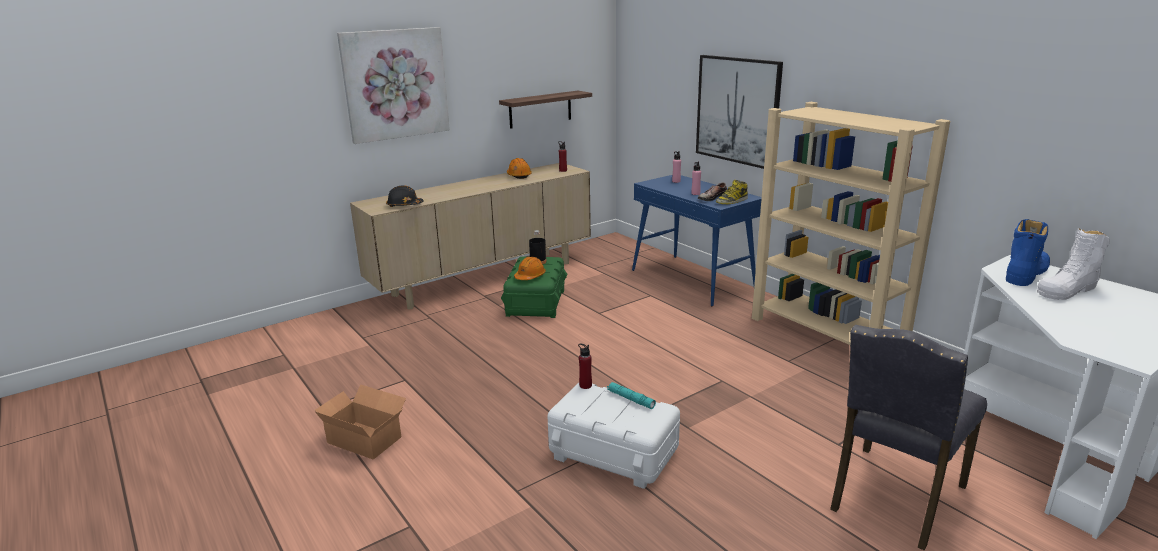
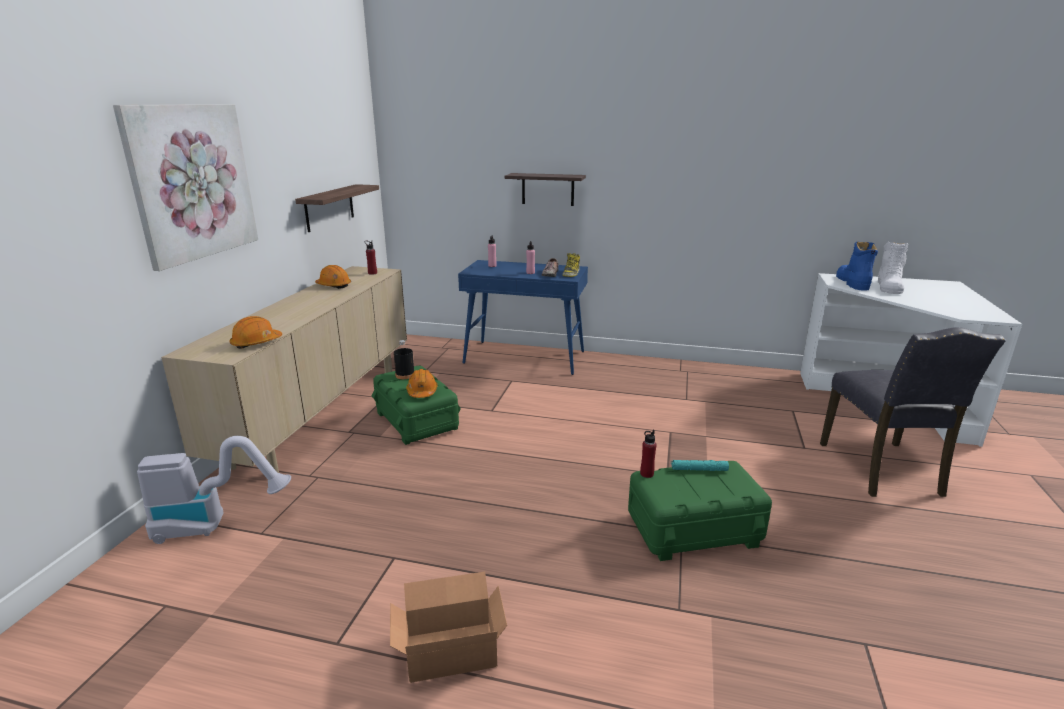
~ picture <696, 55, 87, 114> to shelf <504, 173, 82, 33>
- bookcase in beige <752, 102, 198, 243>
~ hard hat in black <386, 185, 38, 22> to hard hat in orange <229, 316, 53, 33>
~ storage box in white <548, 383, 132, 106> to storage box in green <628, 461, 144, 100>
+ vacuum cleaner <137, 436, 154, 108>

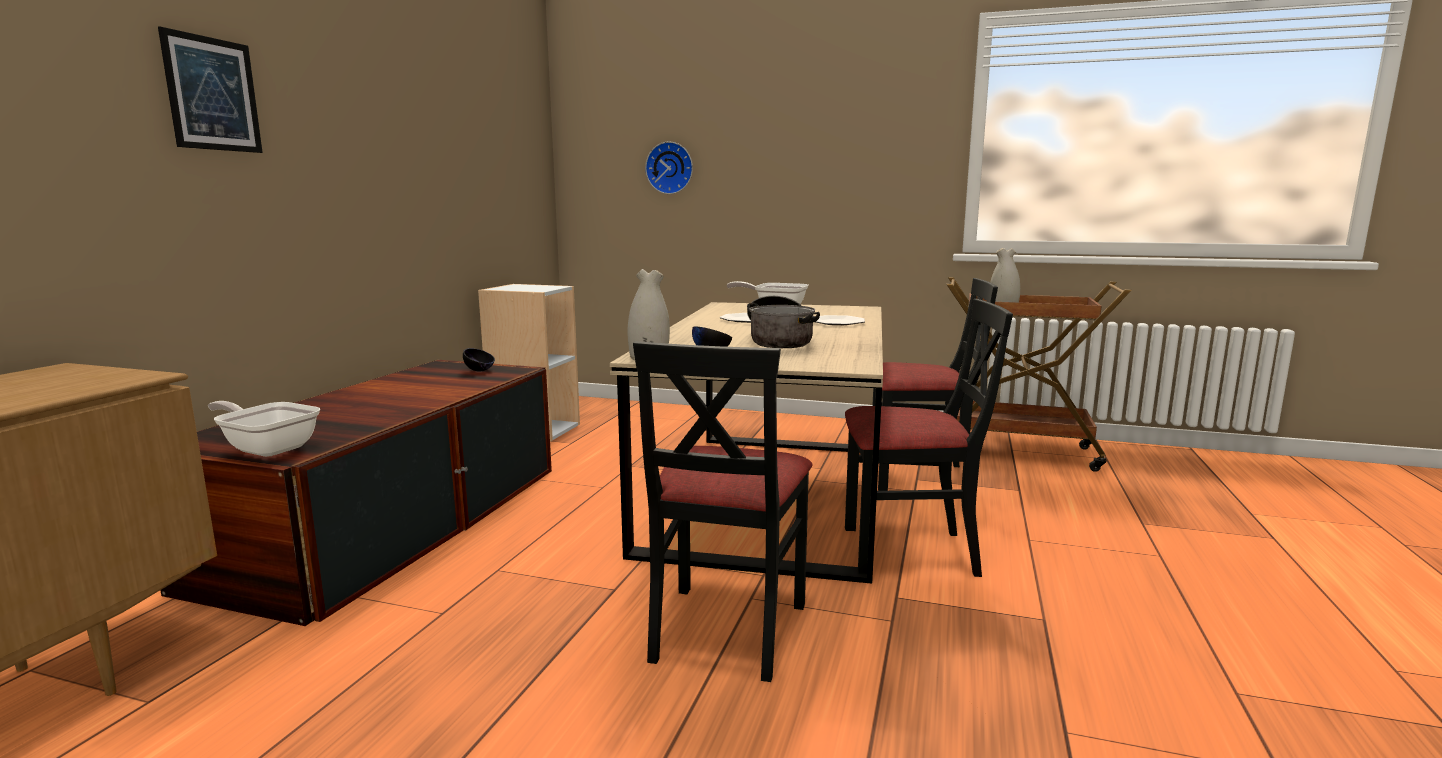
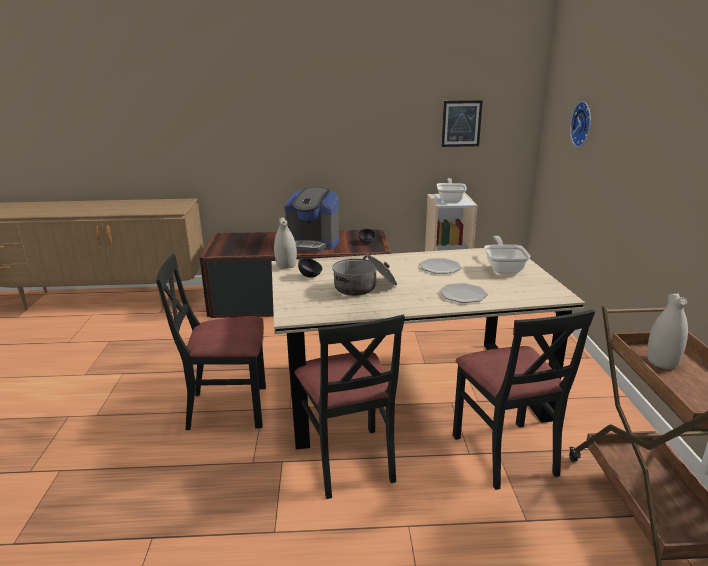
~ picture <158, 26, 105, 127> to <442, 100, 41, 47>
~ frying pan <208, 401, 112, 56> to <437, 178, 30, 24>
+ coffee machine <284, 187, 55, 65>

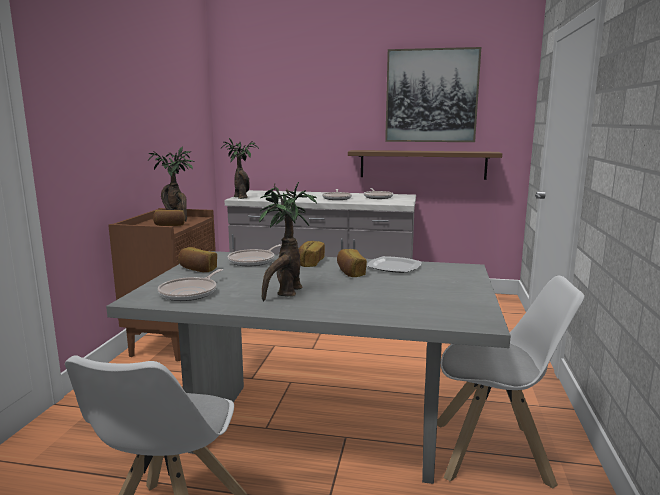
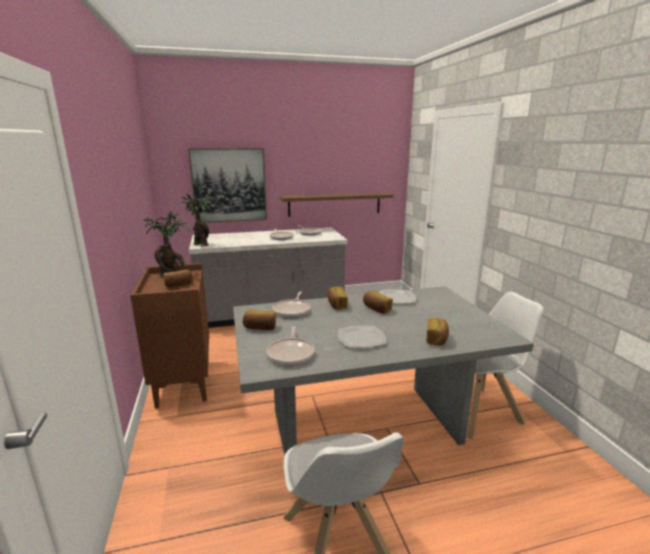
~ picture <385, 47, 96, 95> to <188, 148, 79, 75>
~ potted plant <259, 182, 58, 119> to plate <338, 325, 49, 23>
+ bread <426, 318, 23, 28>

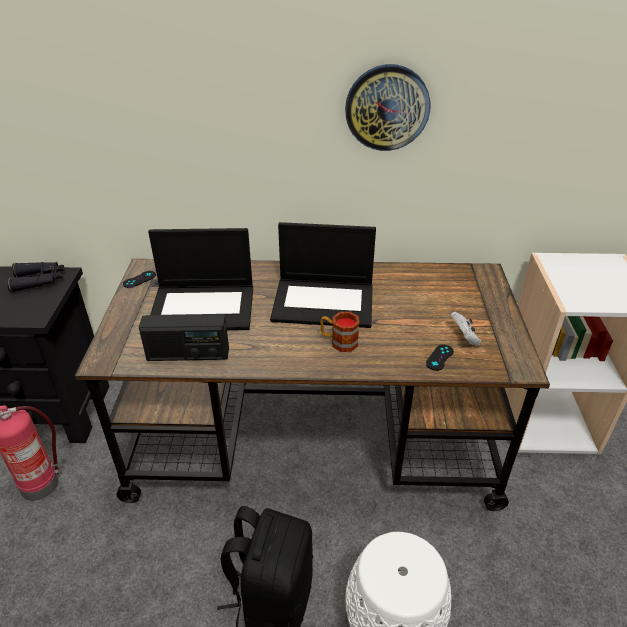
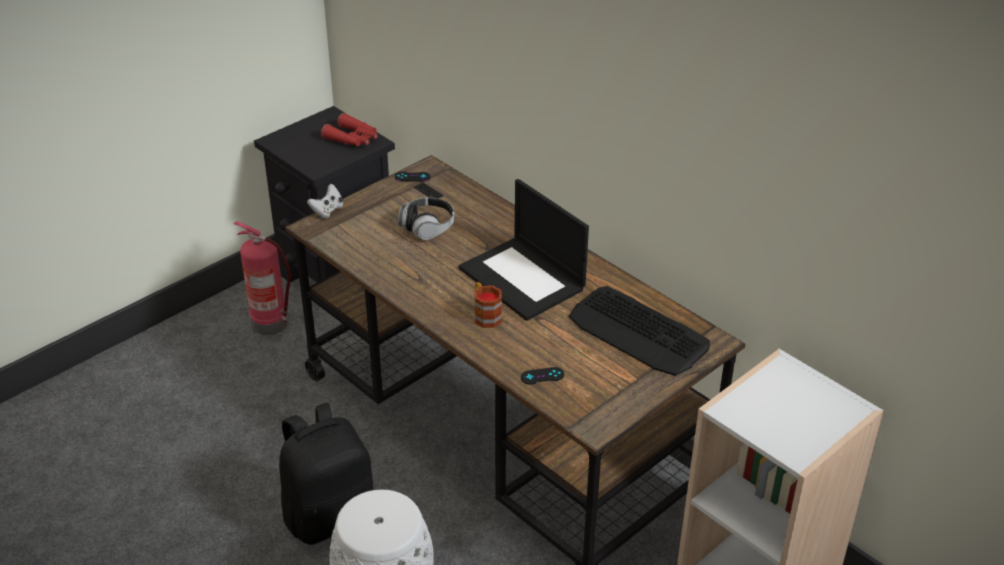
- wall clock <345, 64, 85, 87>
~ laptop <148, 228, 105, 102> to headphones <398, 197, 56, 43>
~ binoculars in black <7, 262, 58, 30> to binoculars in red <321, 113, 57, 33>
~ game controller in white <451, 312, 30, 34> to <307, 184, 36, 34>
- radio <139, 314, 90, 47>
+ keyboard <569, 286, 141, 90>

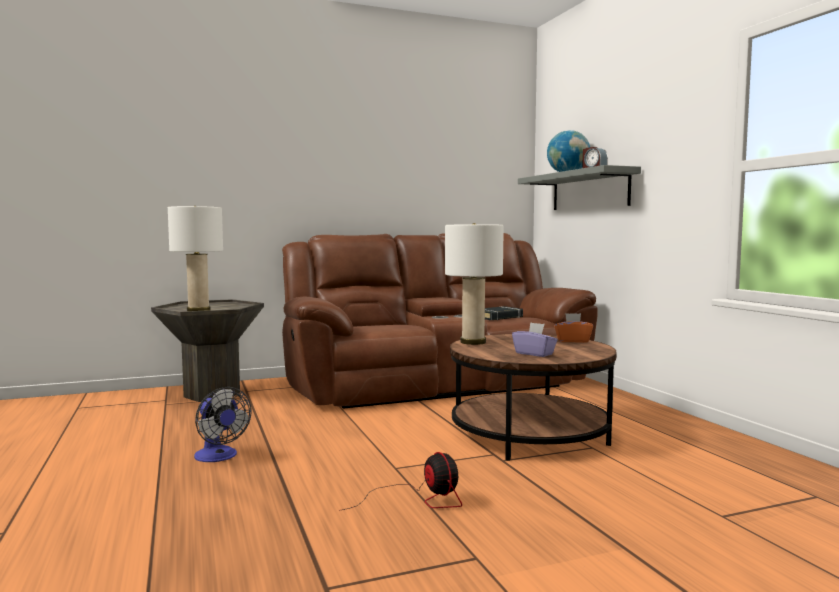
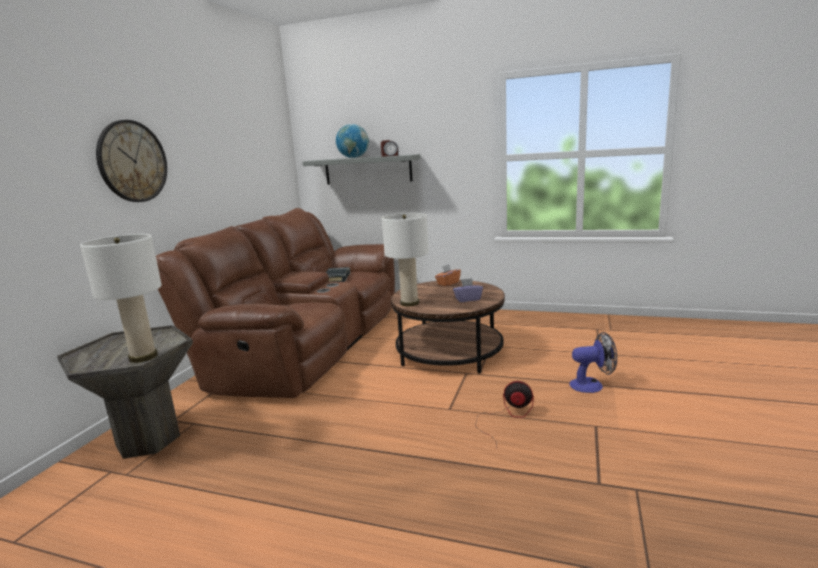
~ fan <194, 387, 58, 75> to <570, 332, 47, 61>
+ wall clock <96, 120, 71, 82>

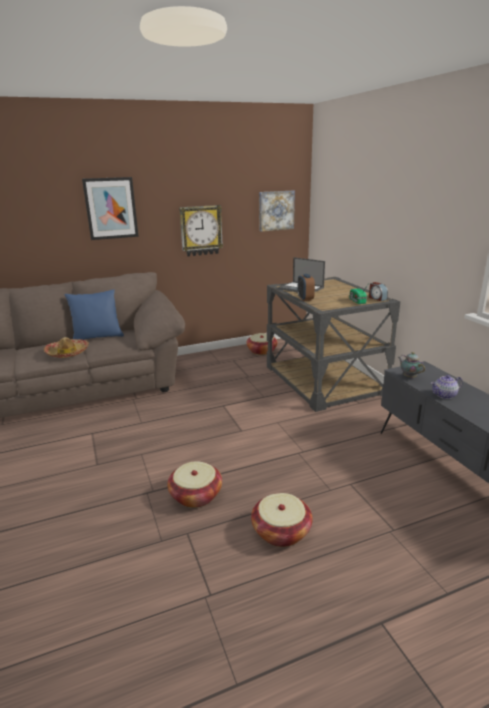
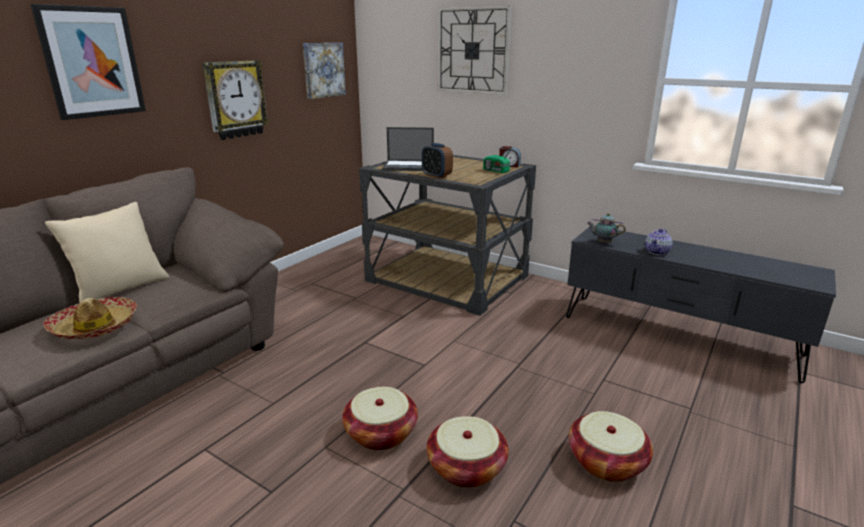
~ pillow in blue <65, 289, 59, 51> to pillow in beige <45, 202, 125, 101>
~ basket <246, 333, 32, 22> to <342, 387, 76, 63>
+ wall clock <437, 5, 75, 90>

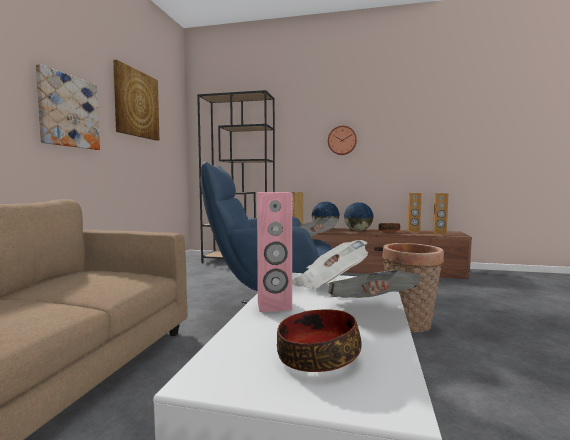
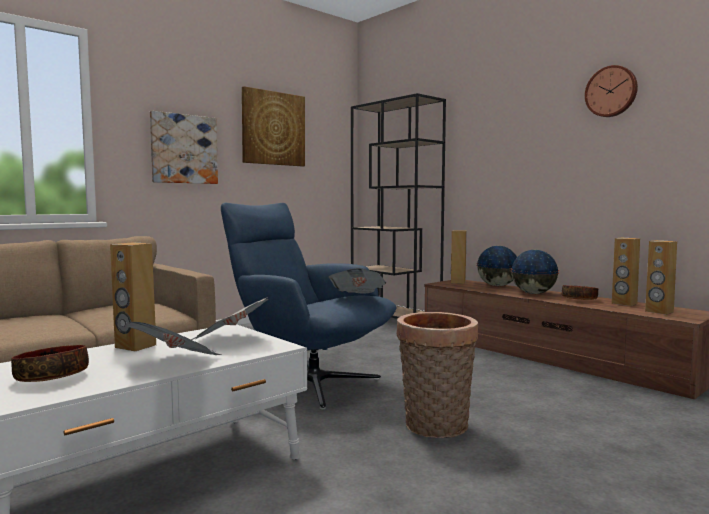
~ wall clock <328, 126, 29, 29> to <585, 65, 53, 52>
~ speaker in pink <257, 192, 35, 120> to speaker in brown <110, 242, 46, 109>

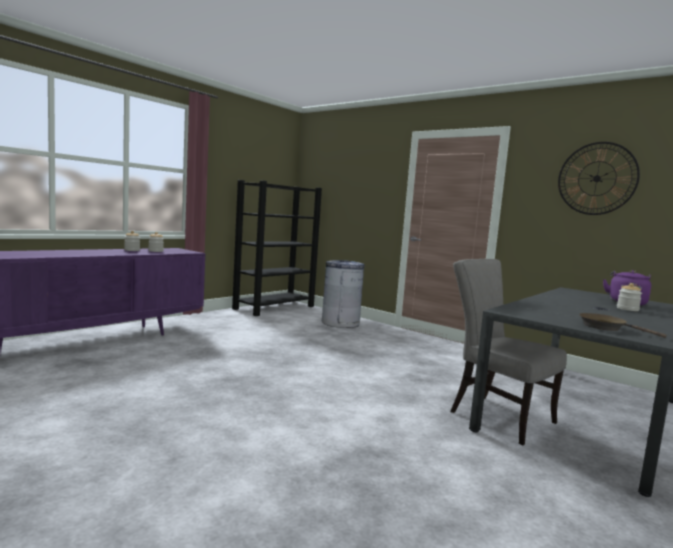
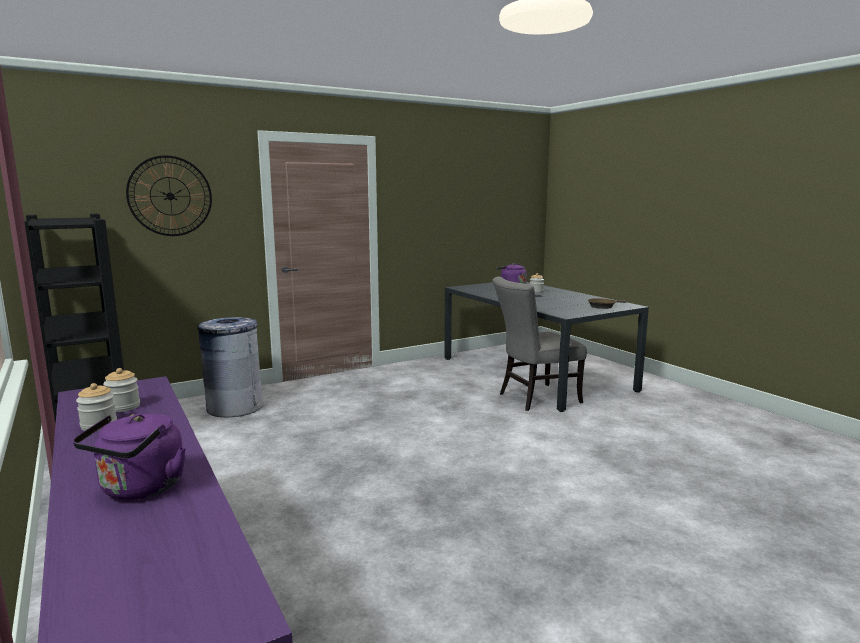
~ wall clock <558, 142, 82, 73> to <126, 155, 86, 81>
+ kettle in purple <73, 414, 113, 86>

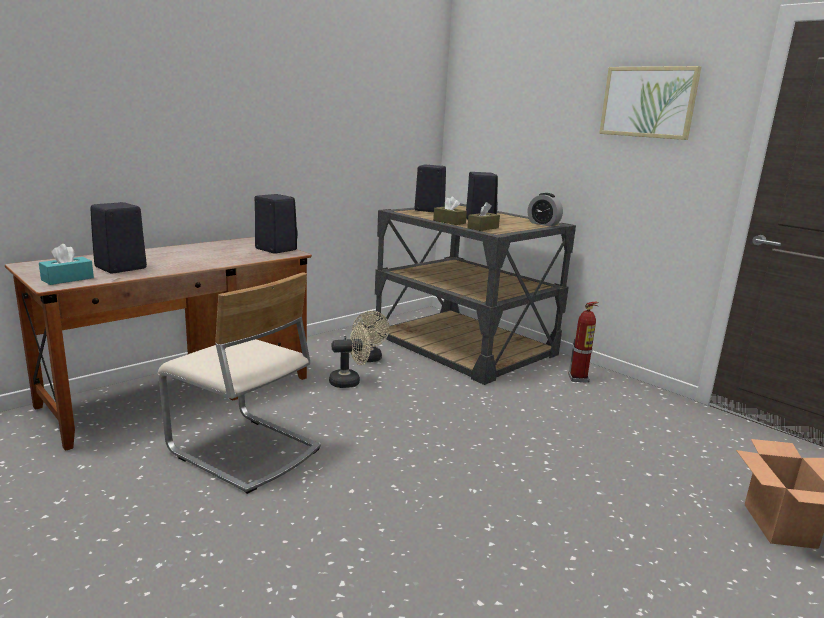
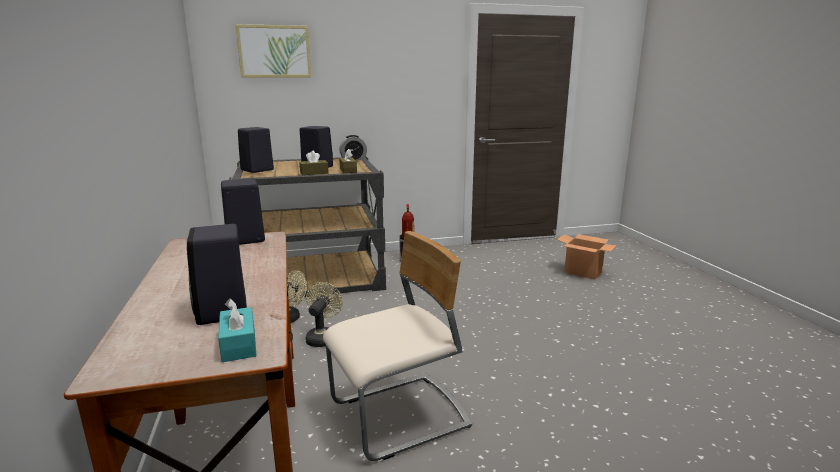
~ picture <599, 66, 103, 74> to <236, 24, 75, 54>

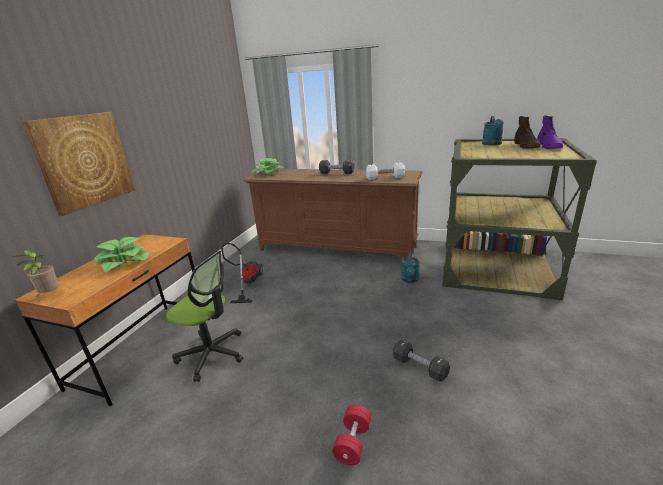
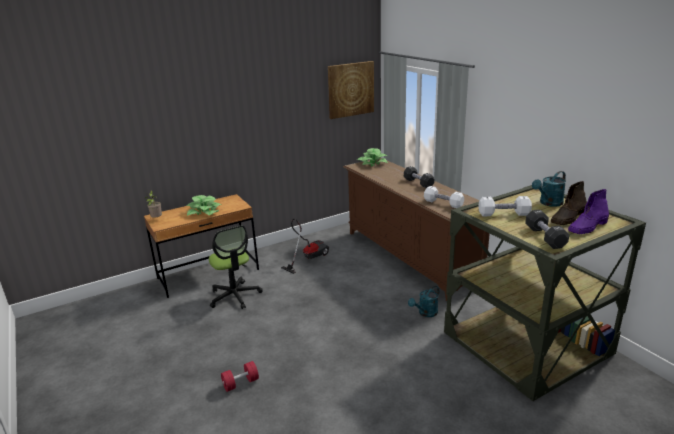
~ picture <22, 112, 113, 104> to <328, 61, 46, 58>
~ dumbbell in black <393, 339, 57, 43> to <525, 210, 45, 39>
+ dumbbell in white <478, 196, 54, 20>

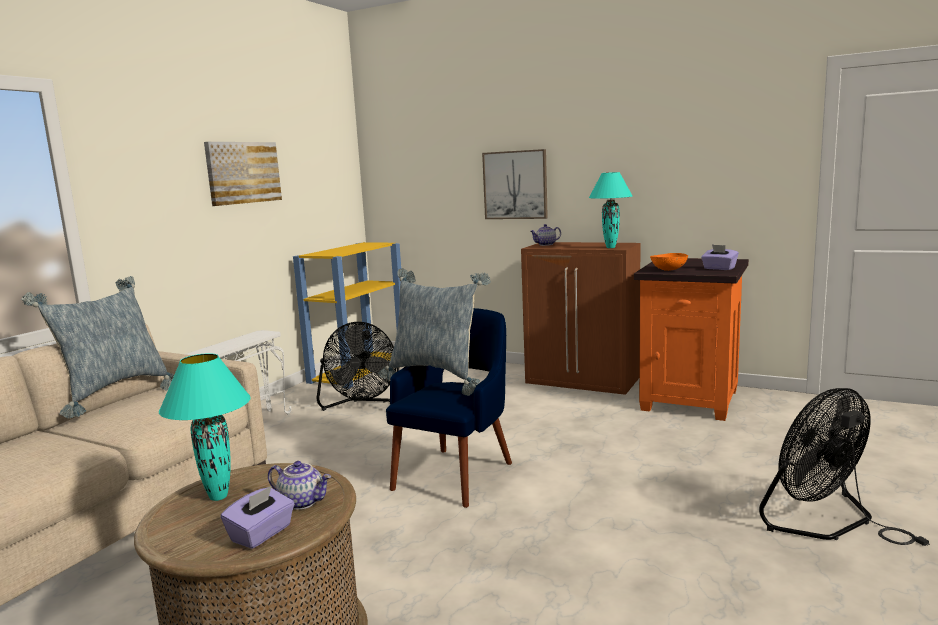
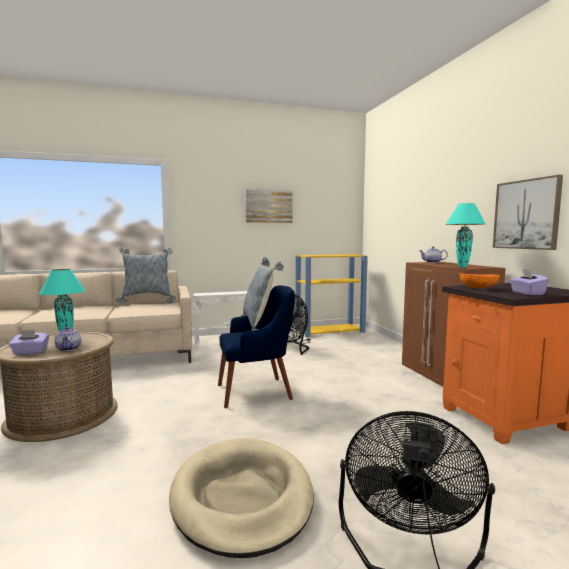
~ picture <482, 149, 66, 70> to <493, 175, 70, 75>
+ dog bed in beige <169, 438, 144, 120>

